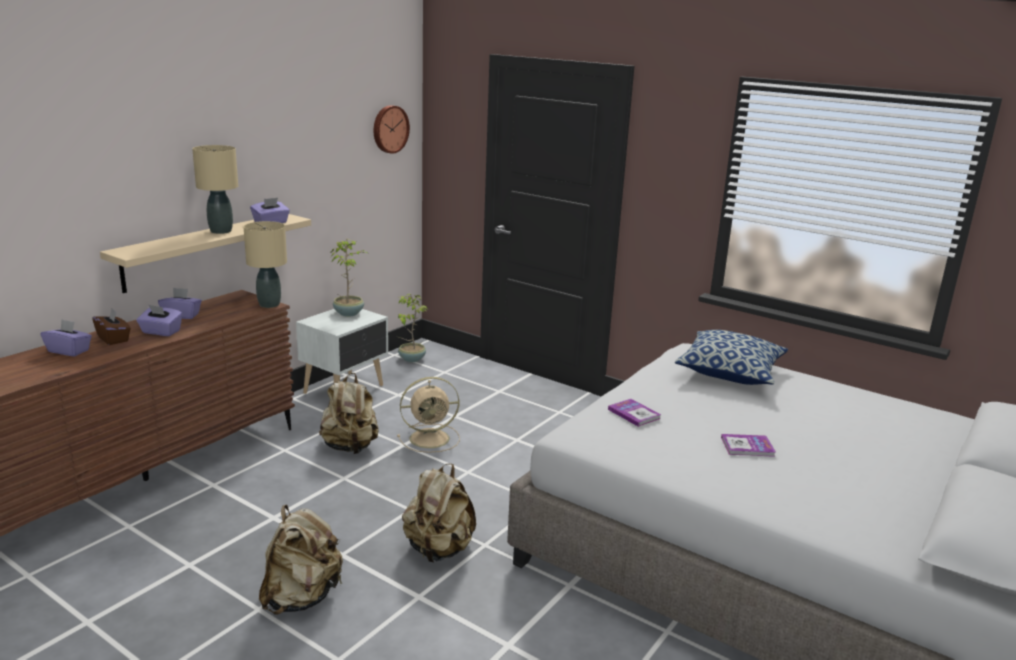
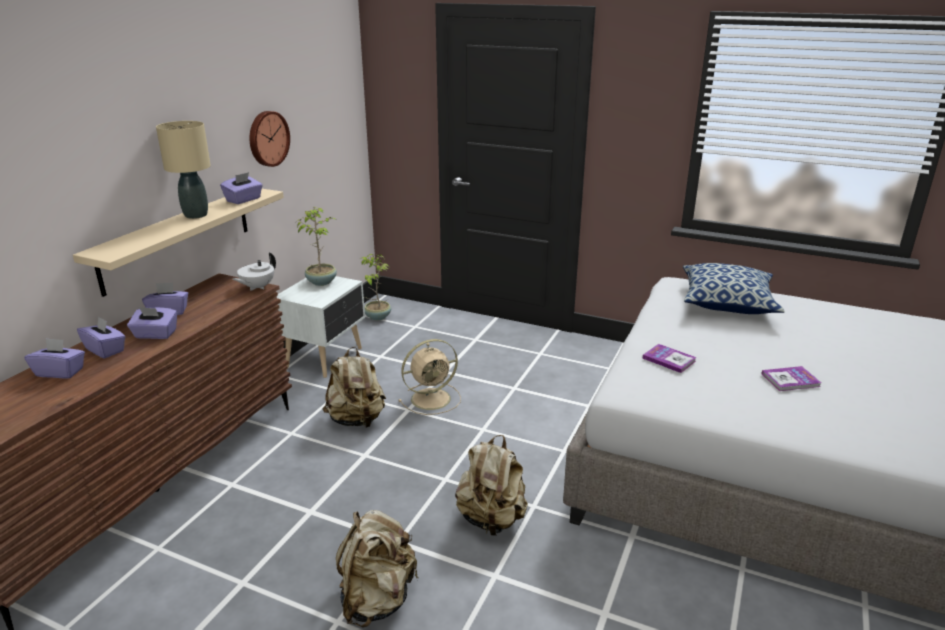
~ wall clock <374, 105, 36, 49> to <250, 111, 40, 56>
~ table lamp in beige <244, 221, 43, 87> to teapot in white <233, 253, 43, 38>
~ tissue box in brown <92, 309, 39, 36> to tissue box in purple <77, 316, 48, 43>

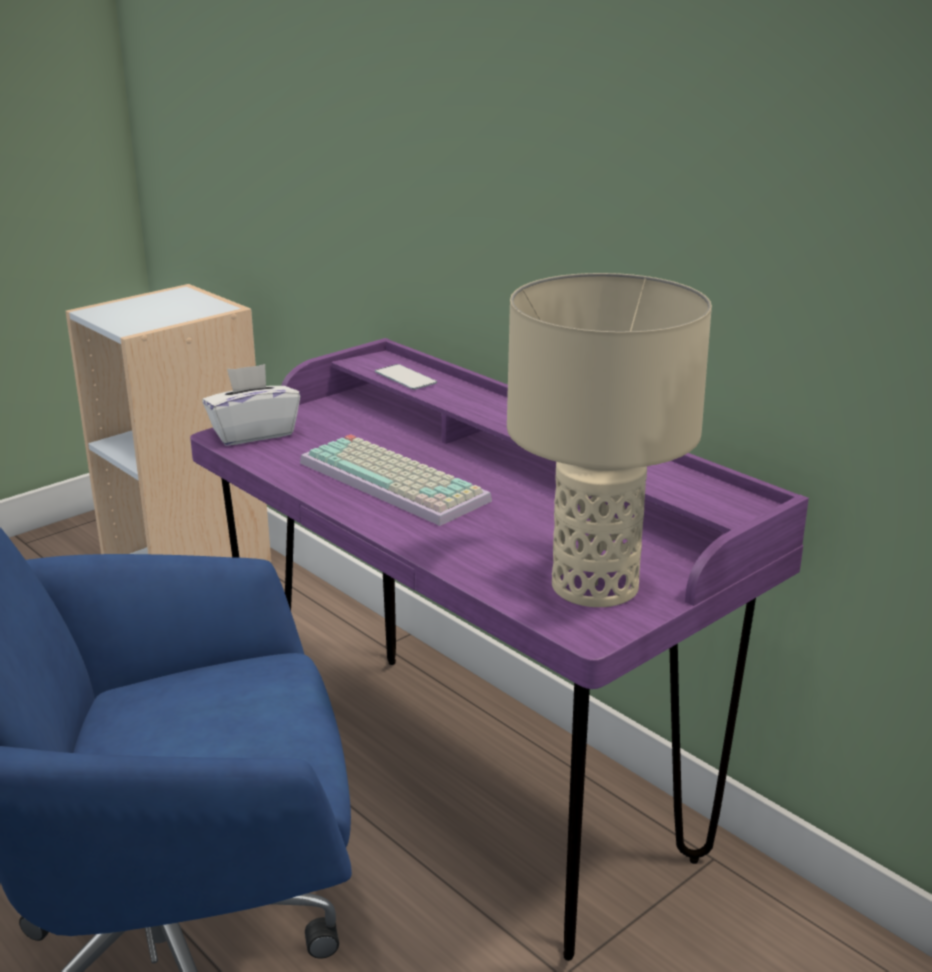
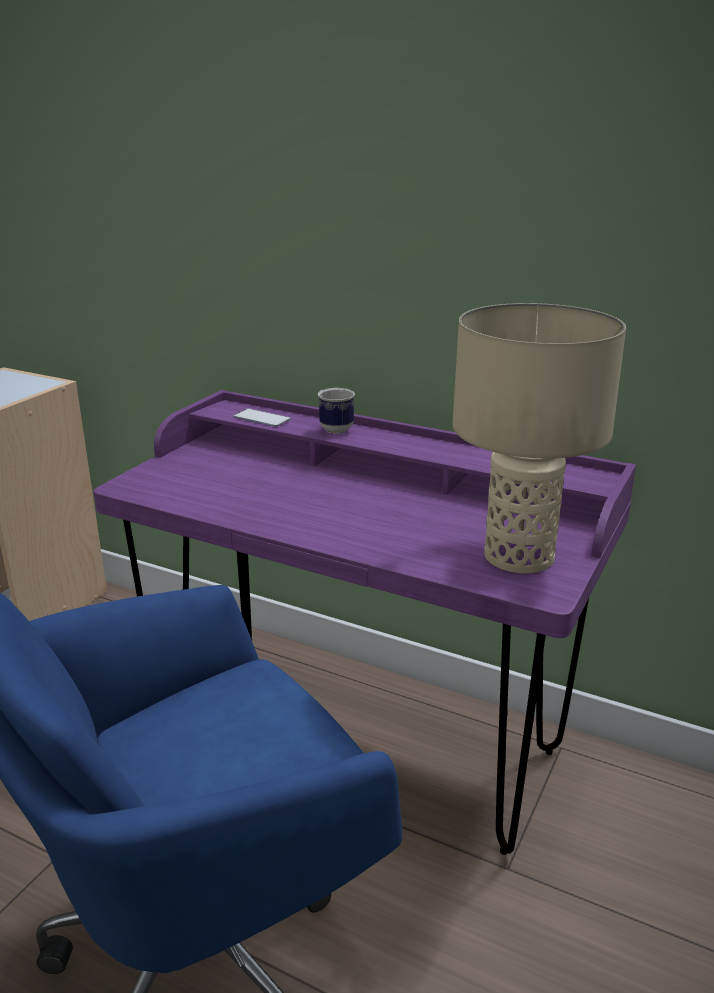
- tissue box in white <202, 364, 98, 82>
- keyboard <300, 434, 192, 92>
+ mug <318, 388, 37, 45>

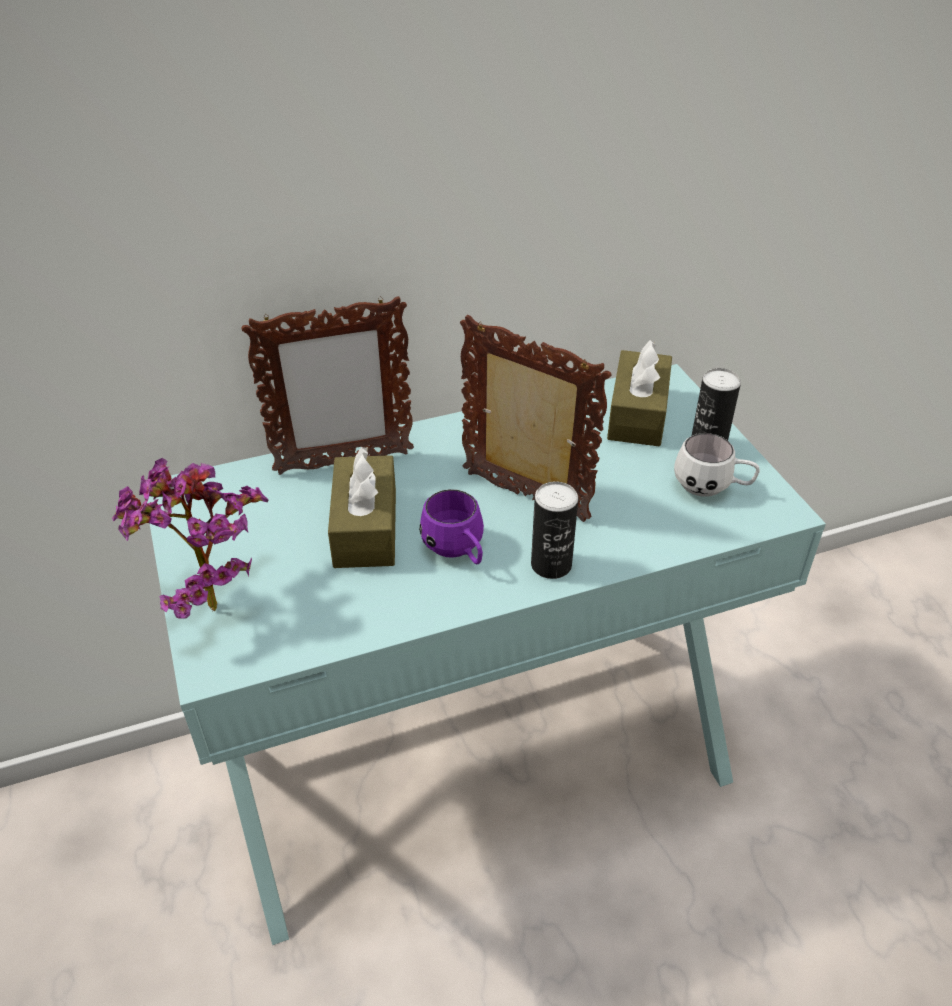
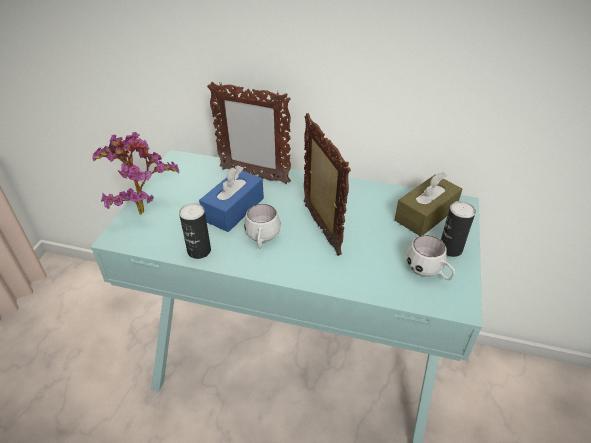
~ tissue box in brown <328, 447, 68, 121> to tissue box in blue <199, 165, 65, 67>
~ can <531, 481, 47, 98> to <179, 203, 32, 56>
~ mug in purple <419, 489, 65, 75> to mug in white <244, 204, 37, 45>

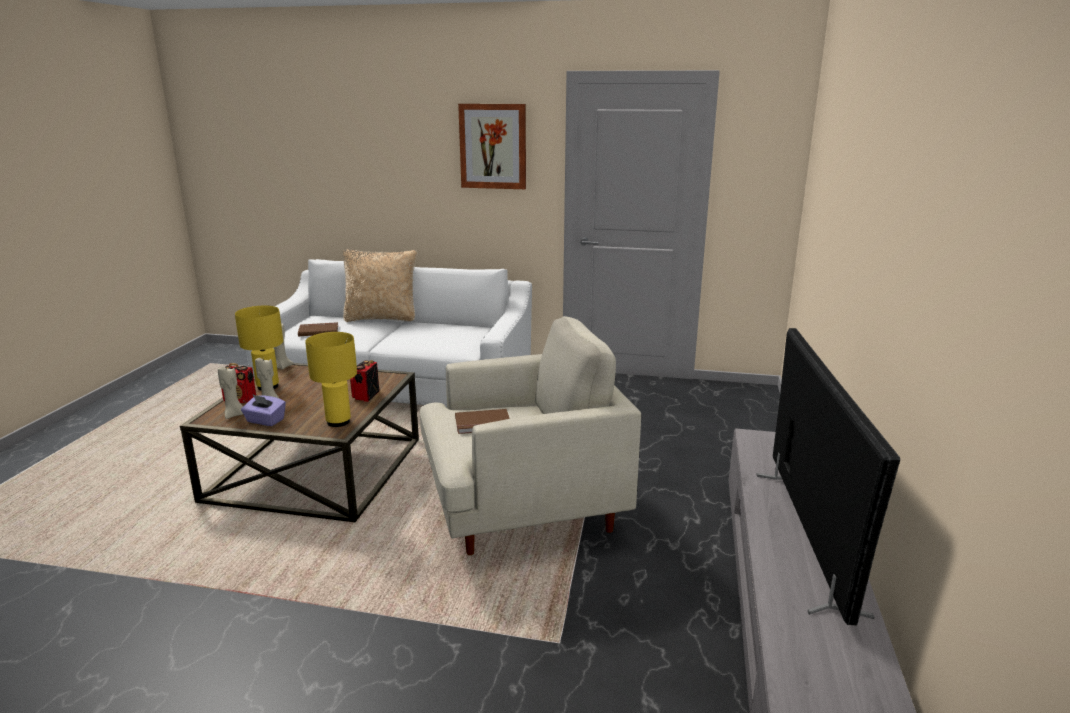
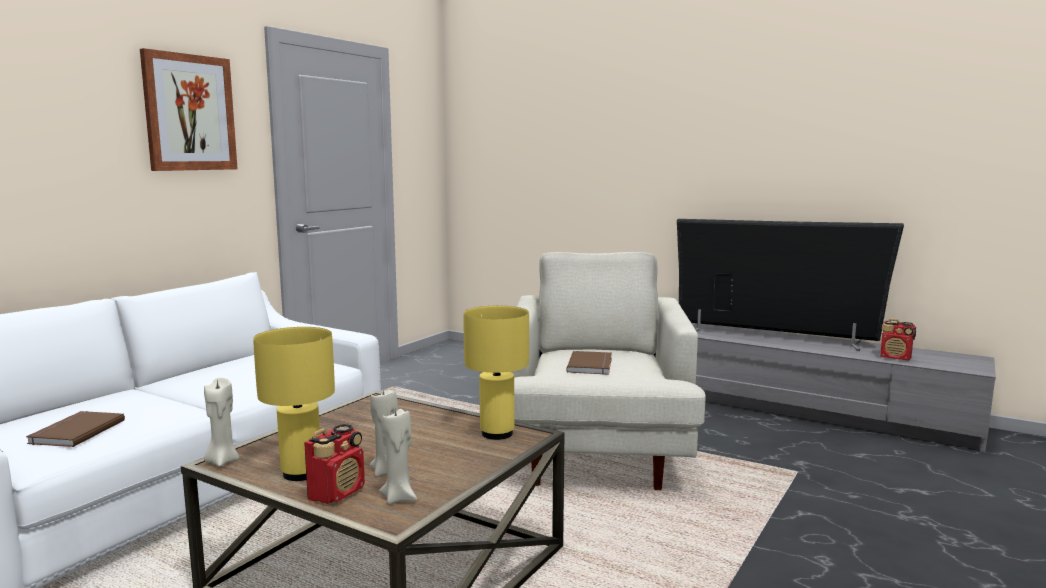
- pillow in beige <343, 249, 75, 73>
~ radio <350, 360, 29, 42> to <880, 318, 36, 43>
- tissue box in purple <241, 394, 45, 32>

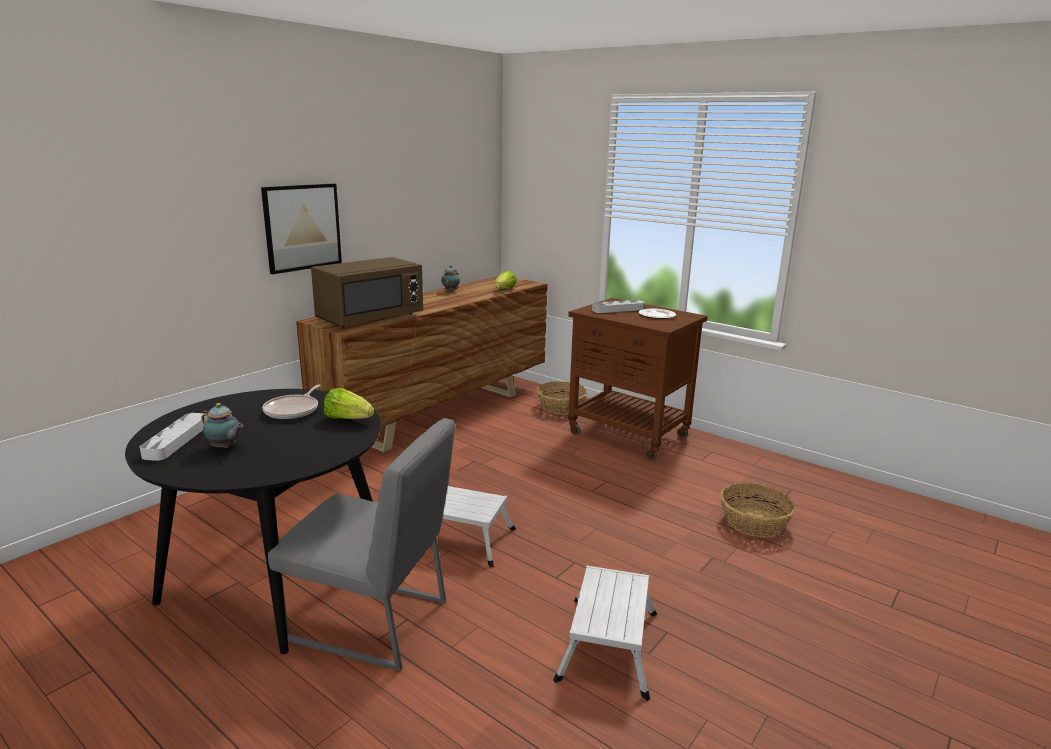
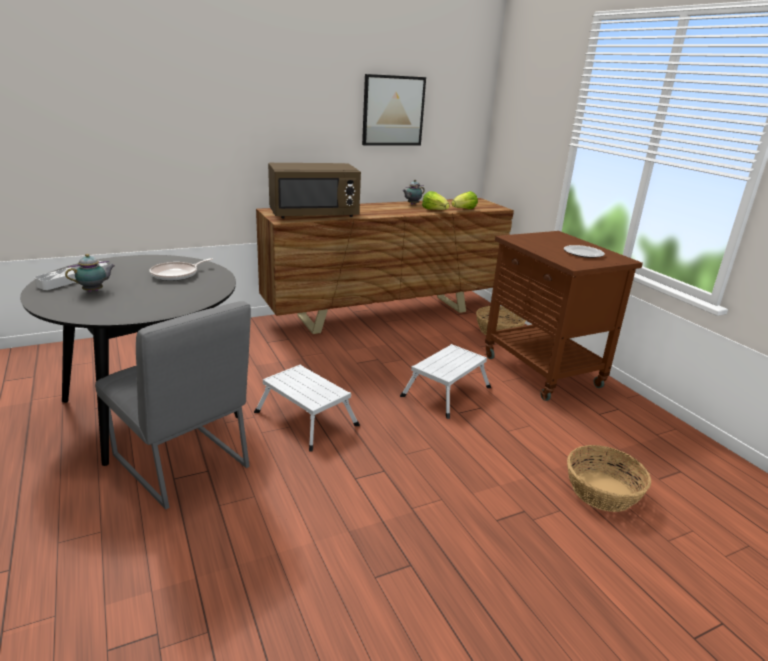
~ picture <261, 183, 81, 91> to <362, 74, 64, 72>
- tray in grey <592, 300, 52, 13>
~ lettuce <324, 388, 50, 31> to <422, 191, 28, 19>
~ teapot <201, 403, 42, 45> = <65, 254, 50, 38> 90 degrees counterclockwise
~ step ladder in white <553, 566, 104, 135> to <400, 344, 91, 75>

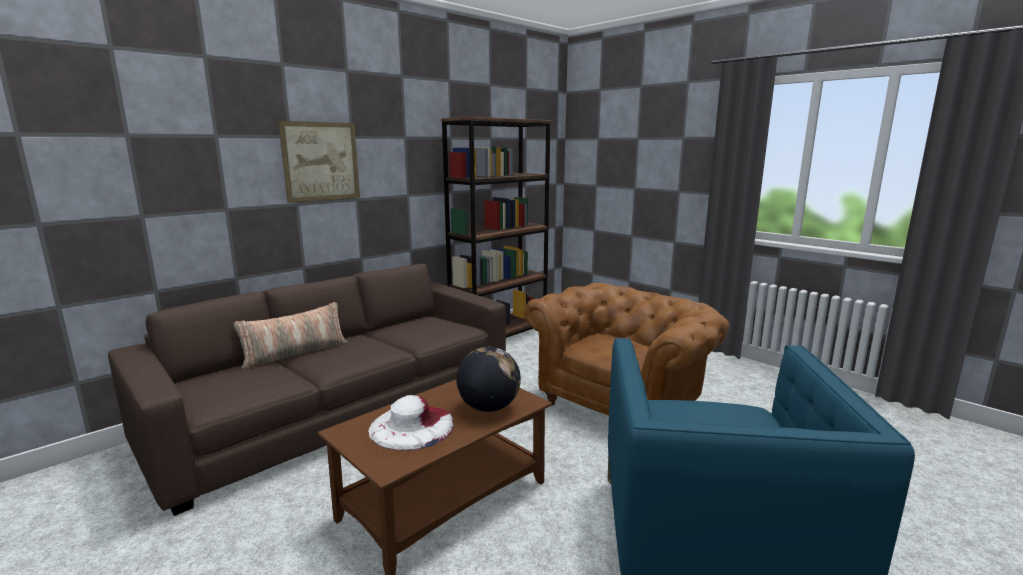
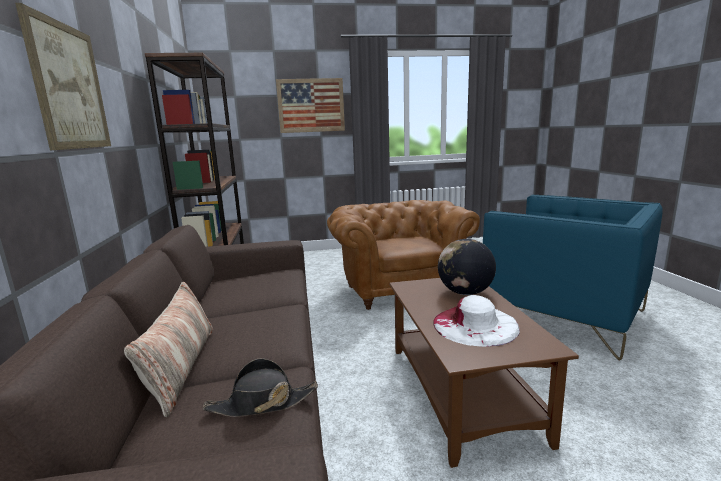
+ picture <276, 78, 69, 55>
+ hat in black <203, 358, 115, 59>

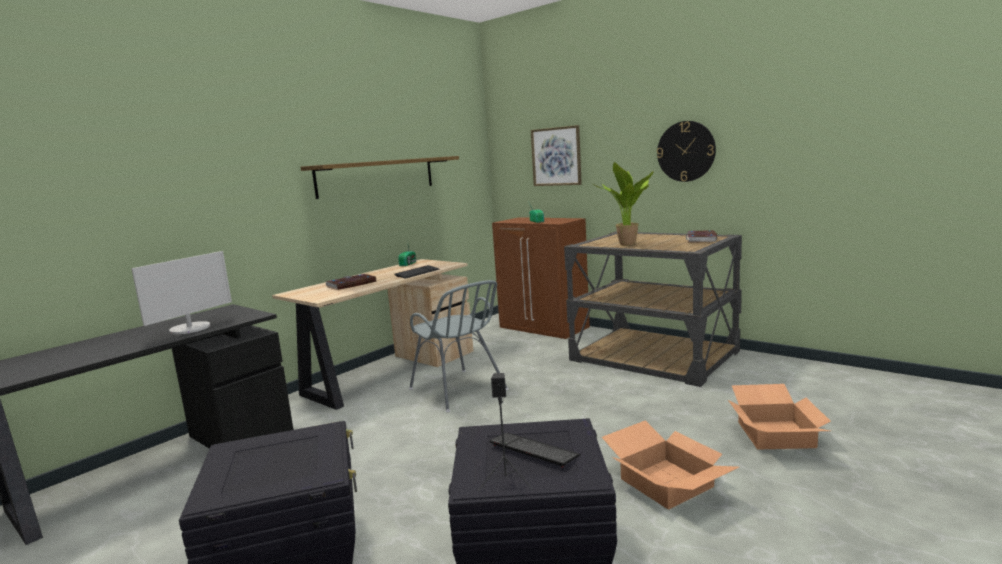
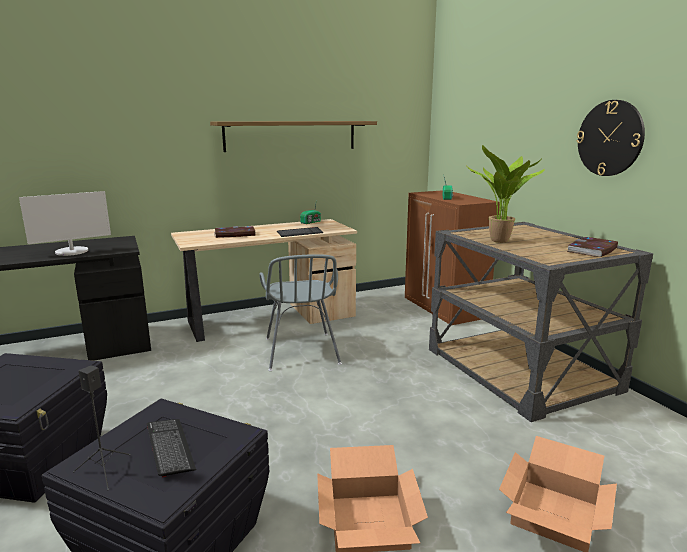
- picture <531, 125, 51, 61>

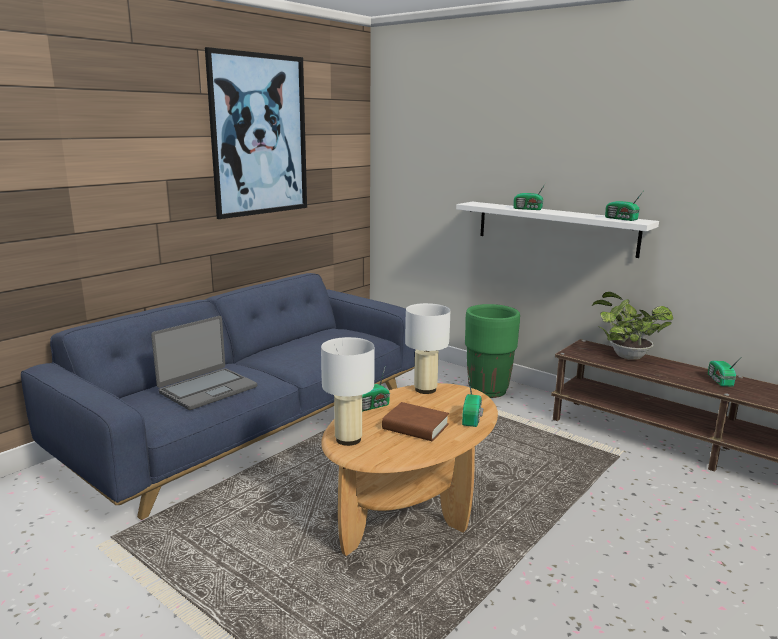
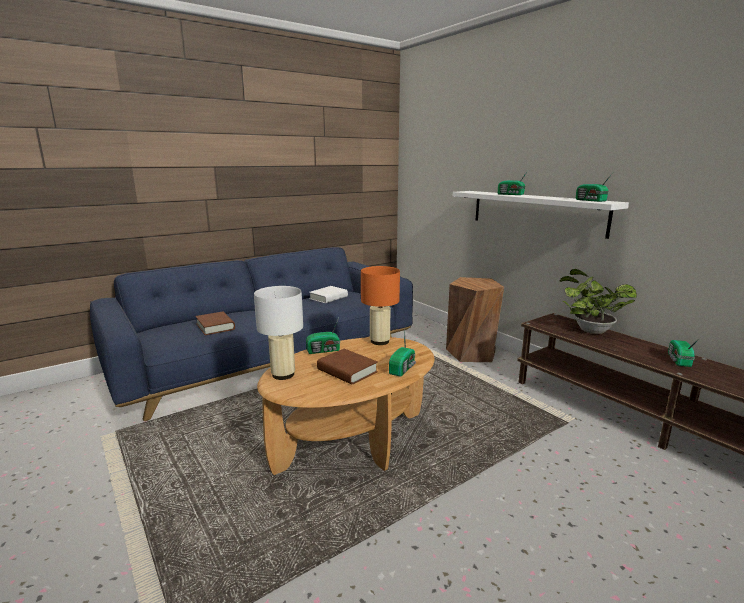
- picture <205, 47, 102, 172>
~ table lamp in white <405, 303, 45, 91> to table lamp in orange <361, 266, 39, 79>
~ planter in green <465, 304, 55, 94> to stool in brown <446, 277, 58, 85>
~ laptop <151, 316, 106, 94> to book in brown <195, 311, 40, 24>
+ book in white <309, 286, 39, 17>

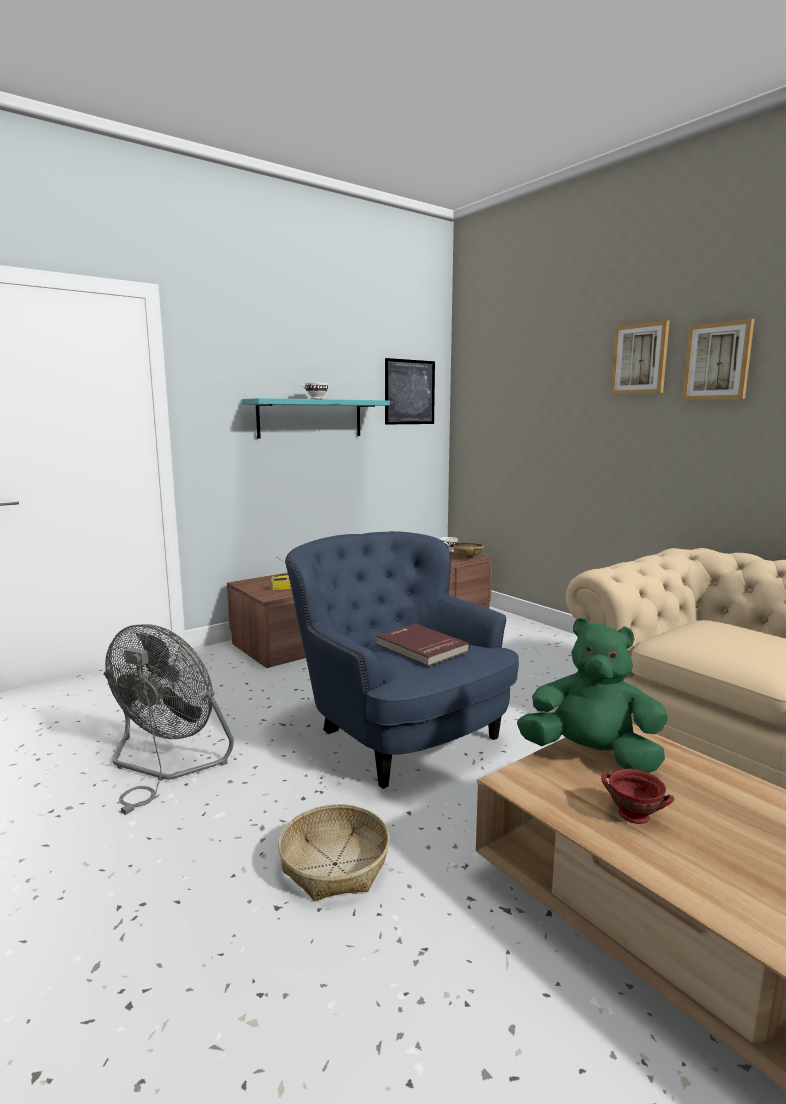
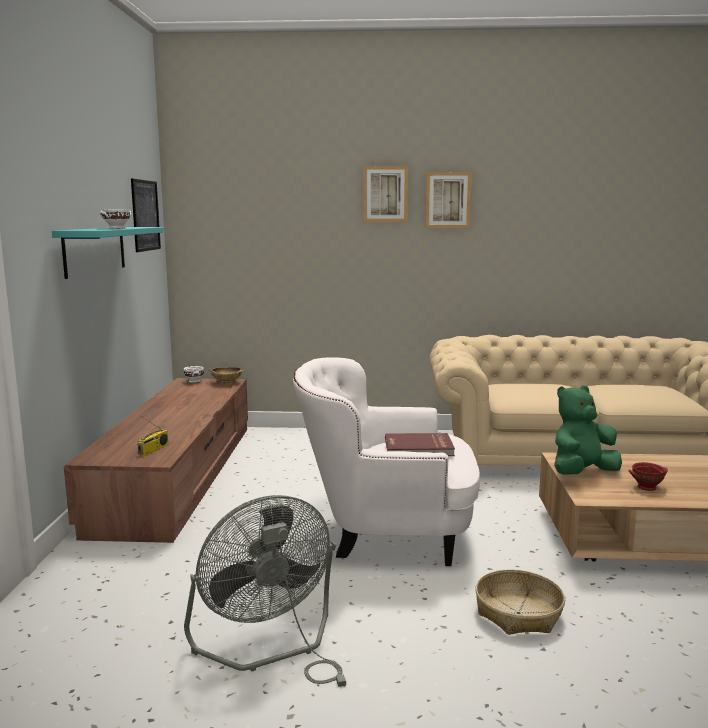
~ armchair in blue <285, 531, 234, 258> to armchair in white <293, 357, 187, 209>

